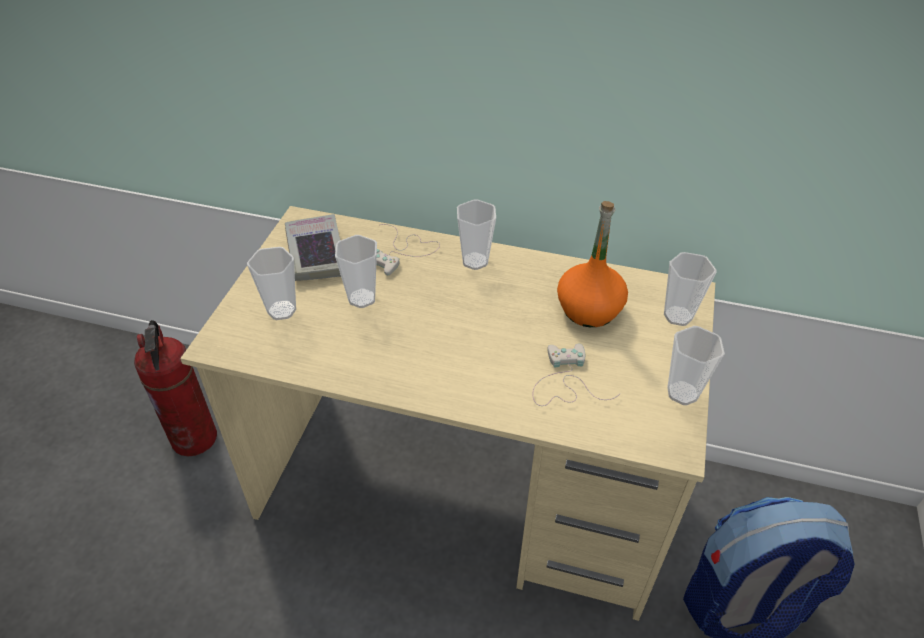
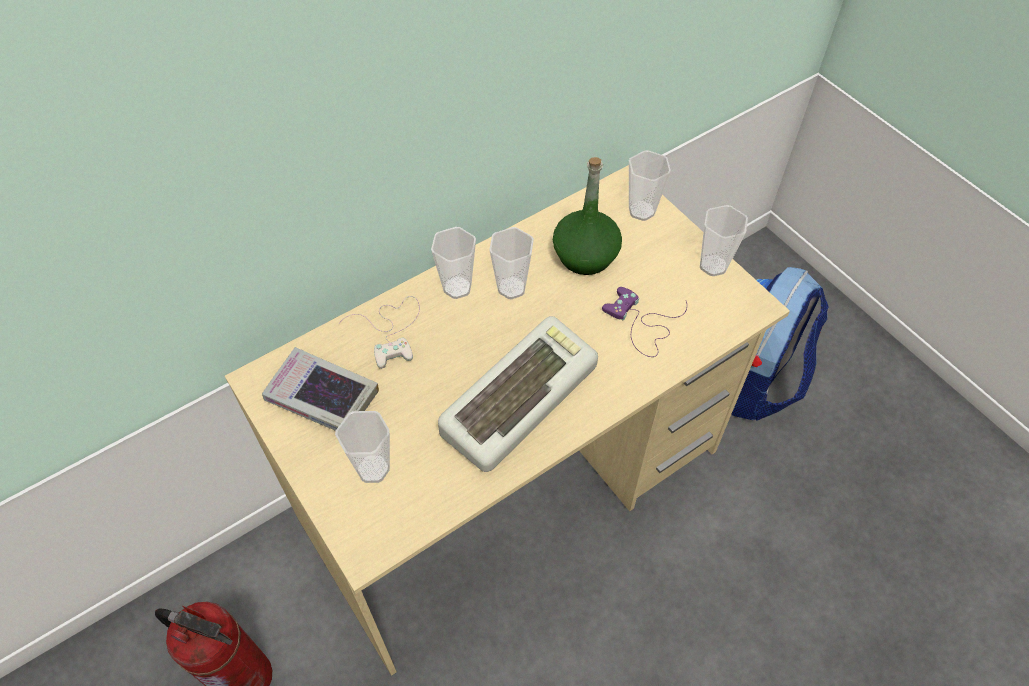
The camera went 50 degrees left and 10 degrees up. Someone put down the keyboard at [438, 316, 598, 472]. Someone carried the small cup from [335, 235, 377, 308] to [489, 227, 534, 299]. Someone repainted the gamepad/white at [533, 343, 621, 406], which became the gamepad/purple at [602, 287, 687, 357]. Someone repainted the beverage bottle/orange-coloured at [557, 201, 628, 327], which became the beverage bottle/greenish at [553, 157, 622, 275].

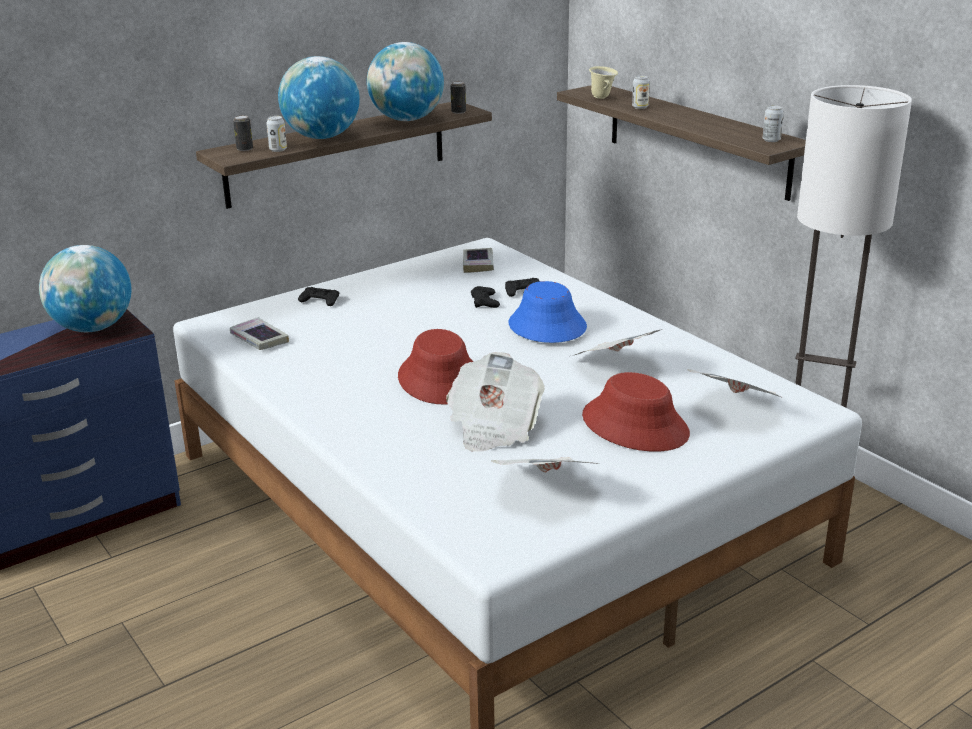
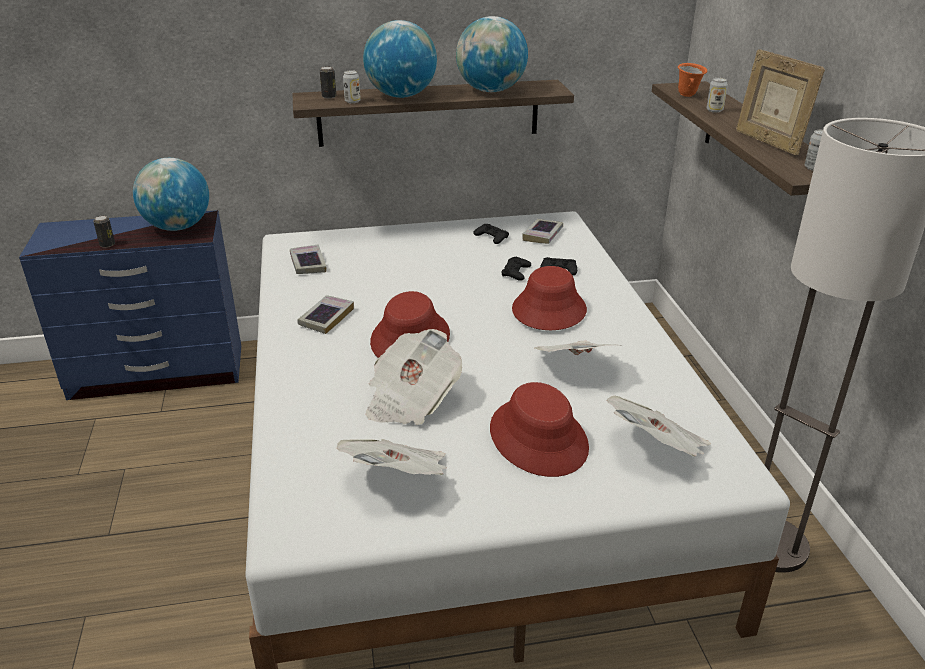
The camera went 25 degrees right and 5 degrees up. Someone put down the book at [297, 295, 354, 334]. Someone put down the picture frame at [736, 49, 825, 155]. Someone carried the gamepad/black-coloured from [298, 287, 339, 306] to [473, 224, 509, 244]. Someone carried the sealed can from [450, 81, 466, 114] to [93, 216, 115, 248]. Someone repainted the wearable hat/blue-coloured at [509, 281, 587, 343], which became the wearable hat/red-coloured at [512, 266, 587, 330]. Someone repainted the tea mug/beige at [589, 66, 618, 99], which became the tea mug/orange-coloured at [678, 63, 707, 97].

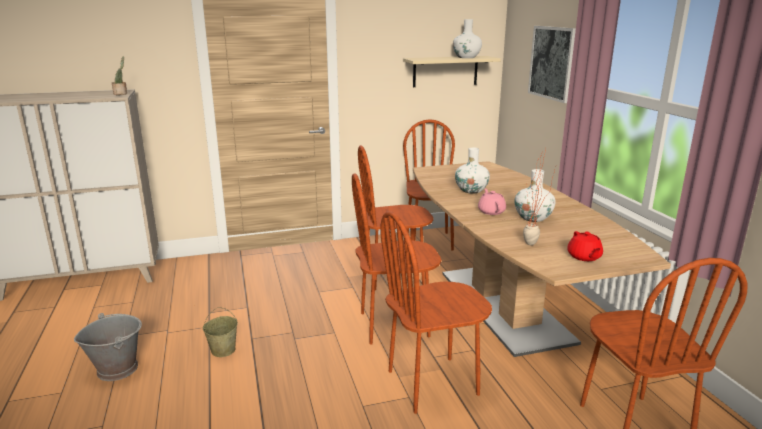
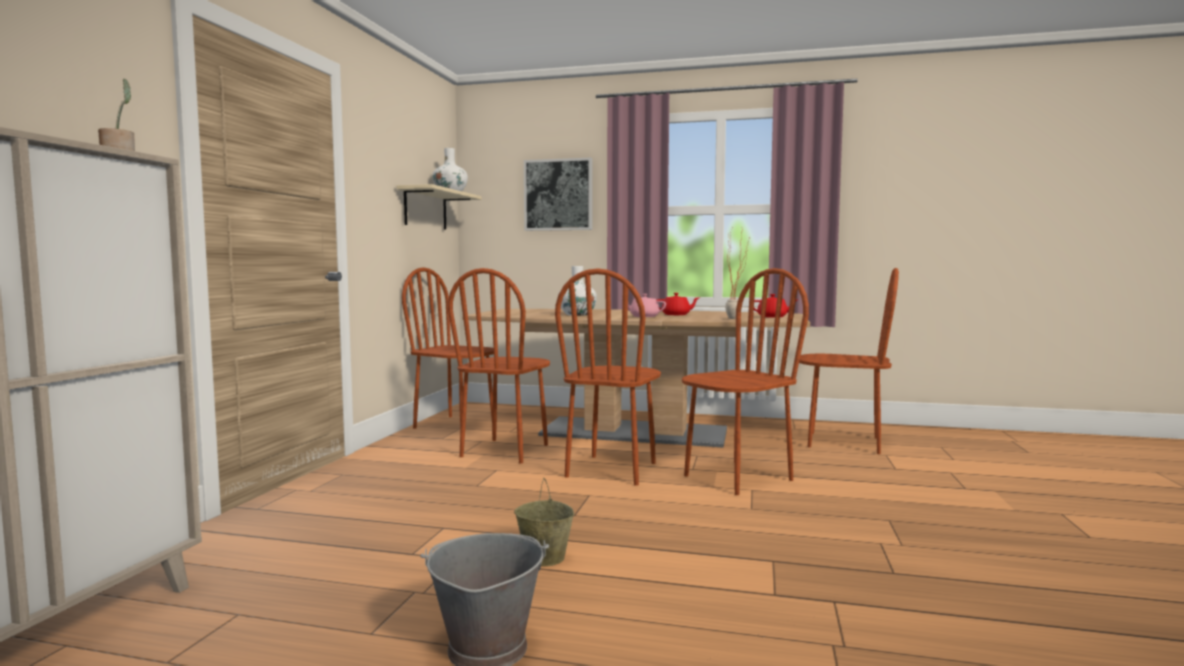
The camera went 60 degrees left and 15 degrees down. Someone swapped the decorative vase/white at [515, 169, 556, 222] for the tea pot/red-coloured at [657, 293, 700, 315]. Someone rotated the upright chair/brownish at [380, 211, 492, 414] by 135 degrees counterclockwise.

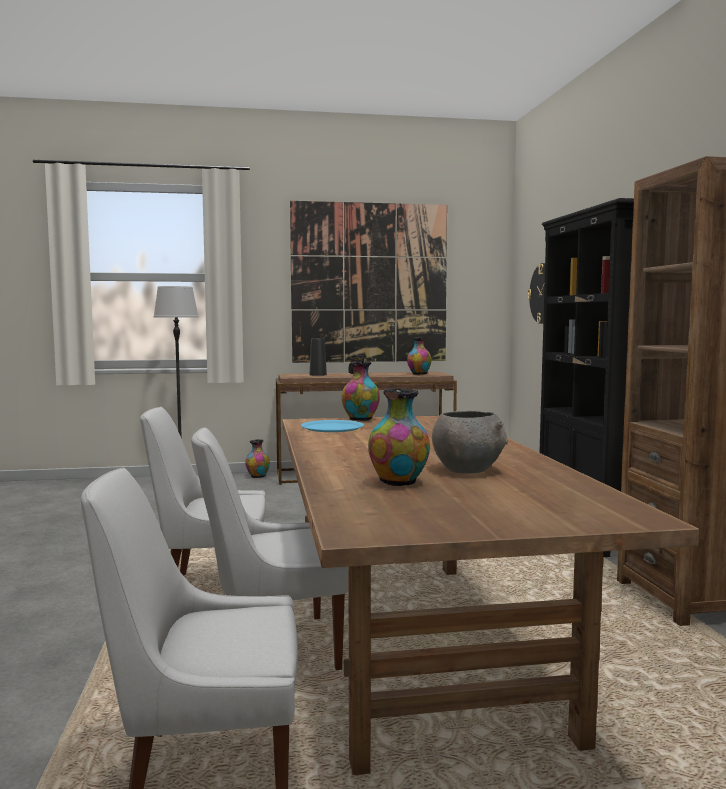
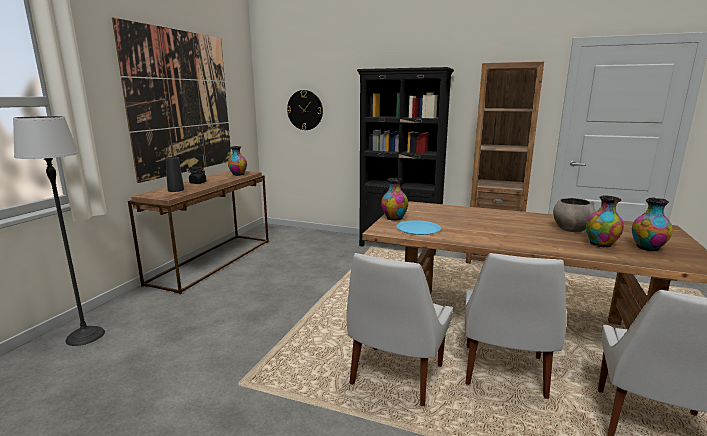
The camera went 60 degrees left and 10 degrees up. Someone carried the decorative vase from [245, 439, 270, 478] to [632, 198, 673, 251].

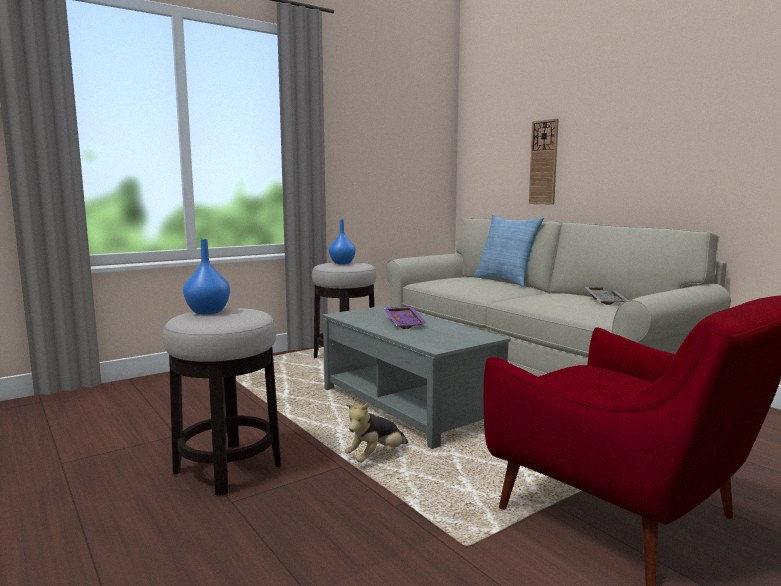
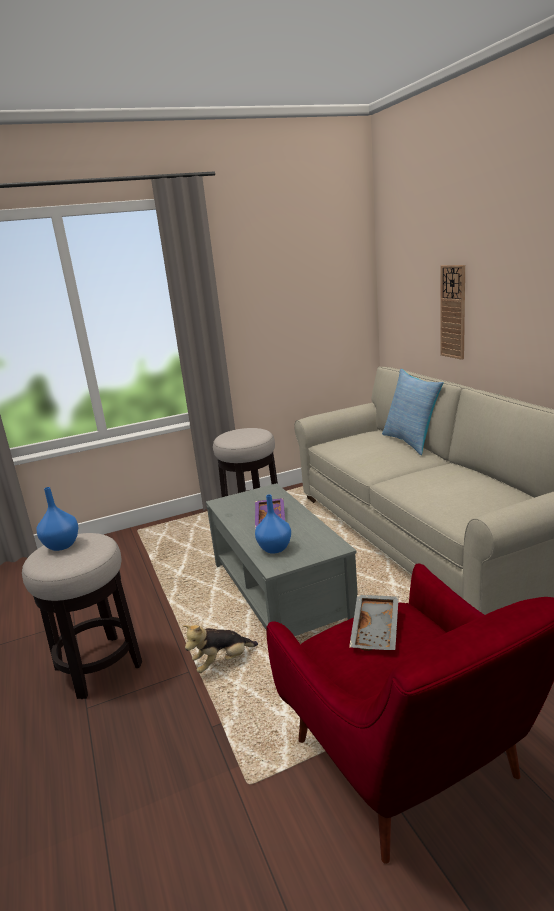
The camera went 15 degrees right and 10 degrees up. Someone carried the decorative vase/blue-coloured from [329, 220, 356, 264] to [255, 494, 291, 554]. Someone carried the tray/grey from [585, 286, 628, 305] to [349, 595, 399, 651].

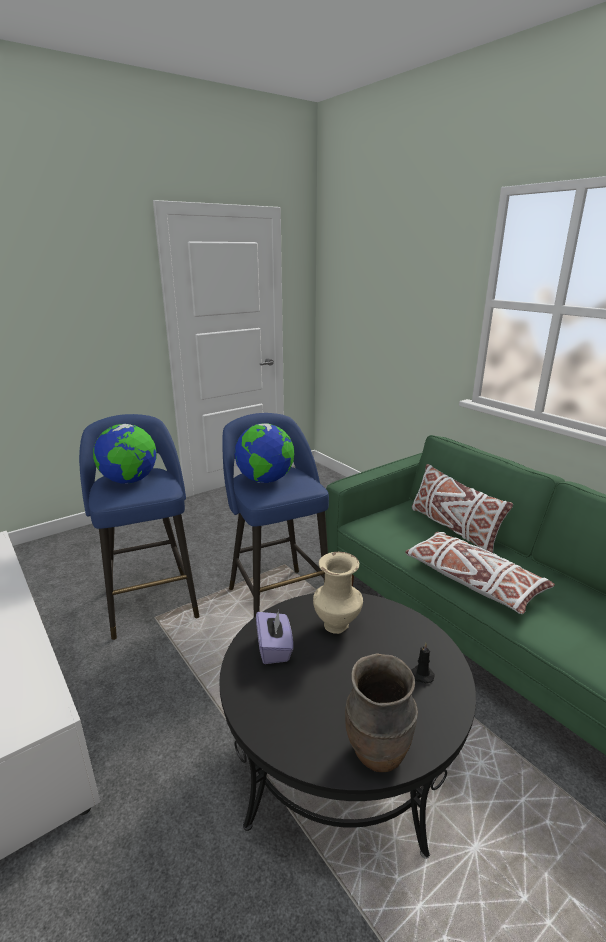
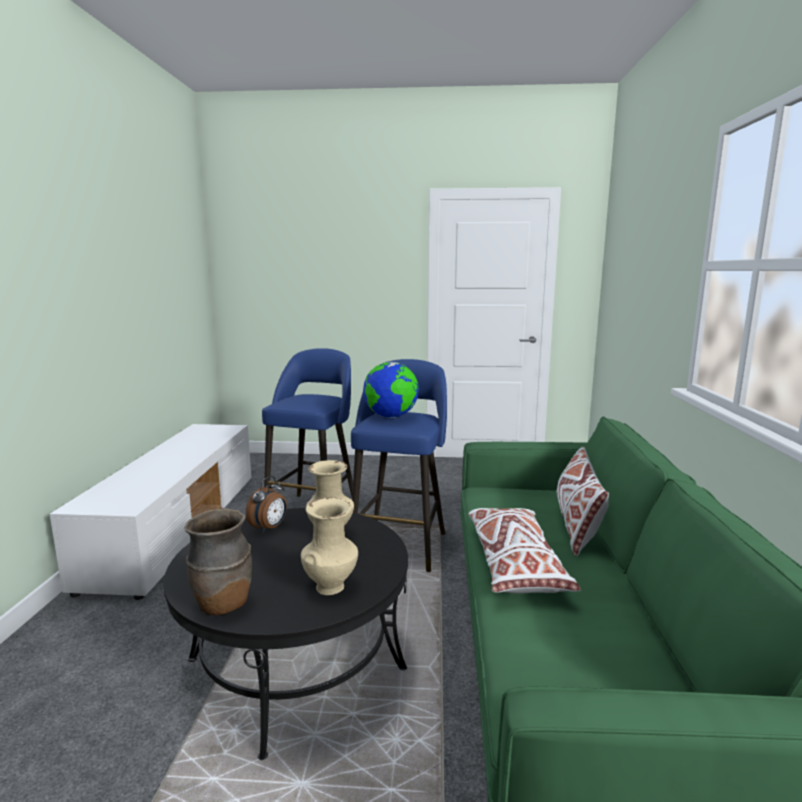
The camera went 40 degrees right and 10 degrees down. Someone took away the globe at [93, 424, 157, 484]. Someone swapped the box of tissues/purple at [256, 610, 293, 664] for the alarm clock at [246, 476, 287, 533]. Someone swapped the wax light/black-coloured at [411, 643, 435, 684] for the decorative vase/beige at [301, 497, 358, 595].

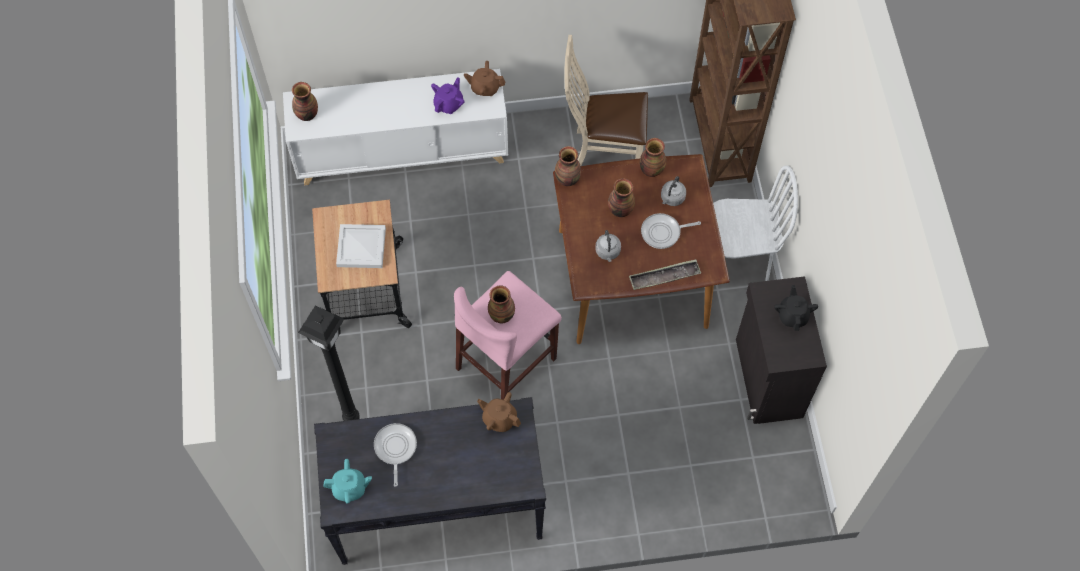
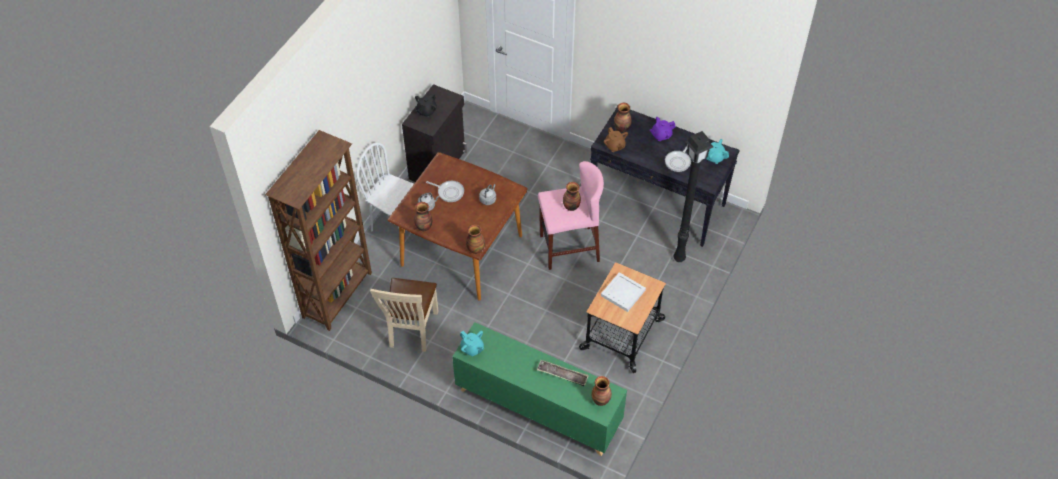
The camera went 145 degrees left and 10 degrees down. Someone carried the tea pot/purple from [431, 77, 464, 114] to [650, 117, 676, 141]. Someone carried the decorative vase from [608, 178, 635, 217] to [614, 103, 632, 132]. Someone carried the tray from [629, 260, 701, 290] to [537, 360, 589, 386]. Someone repainted the cabinet/white at [283, 69, 508, 185], which became the cabinet/greenish at [452, 322, 627, 456]. Someone repainted the tea pot/brownish at [464, 61, 505, 96], which became the tea pot/turquoise at [460, 331, 485, 356]. Someone rotated the upright chair/beige at [564, 35, 648, 166] by 60 degrees clockwise.

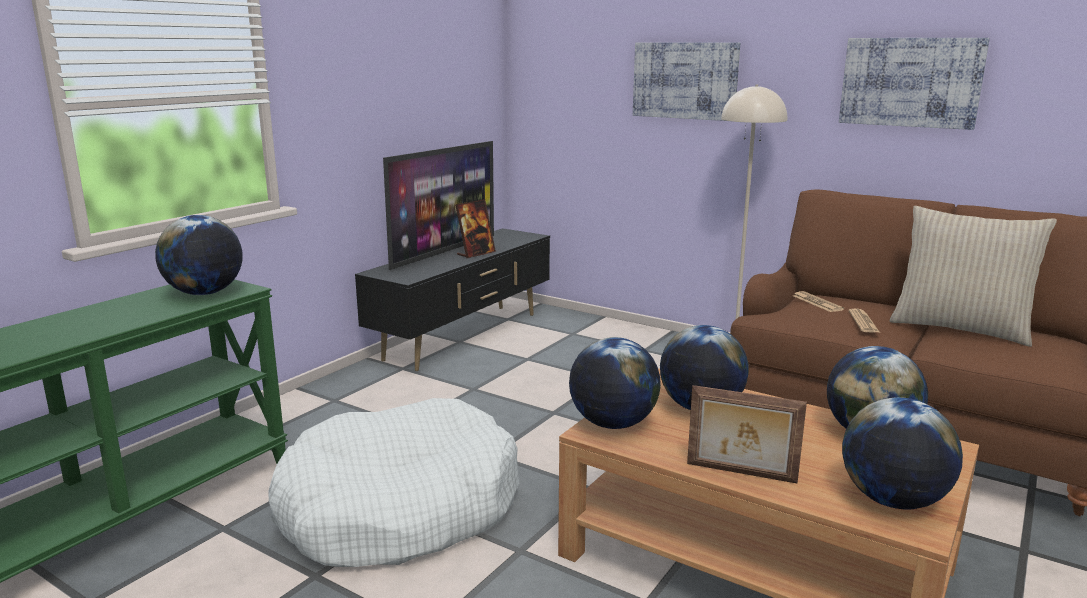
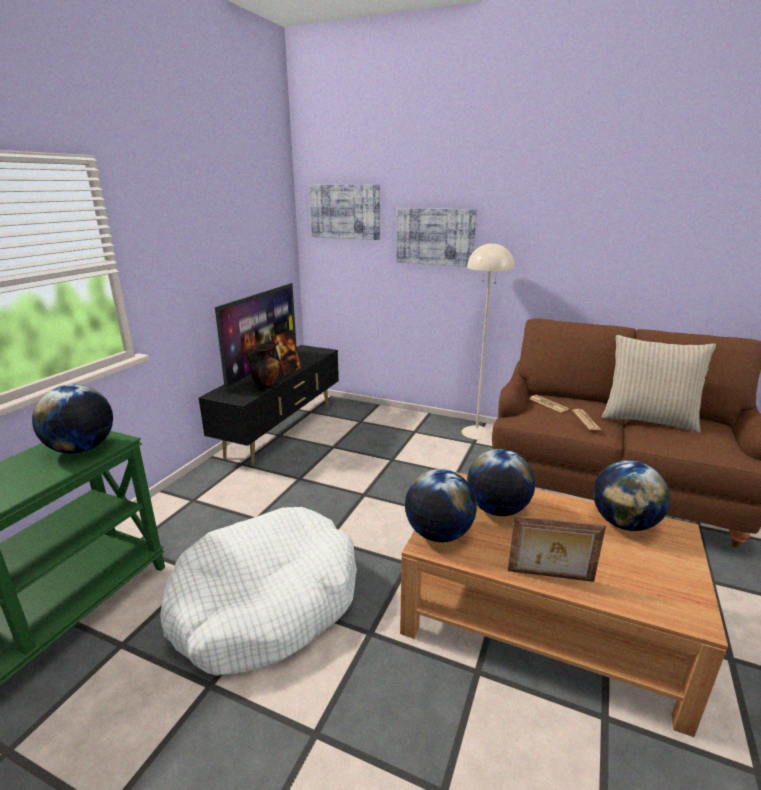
The camera went 10 degrees left and 5 degrees up. Someone took away the globe at [842, 397, 963, 510]. Someone put down the decorative vase at [247, 344, 280, 391]. Someone carried the wall picture from [839, 38, 990, 130] to [309, 185, 380, 240].

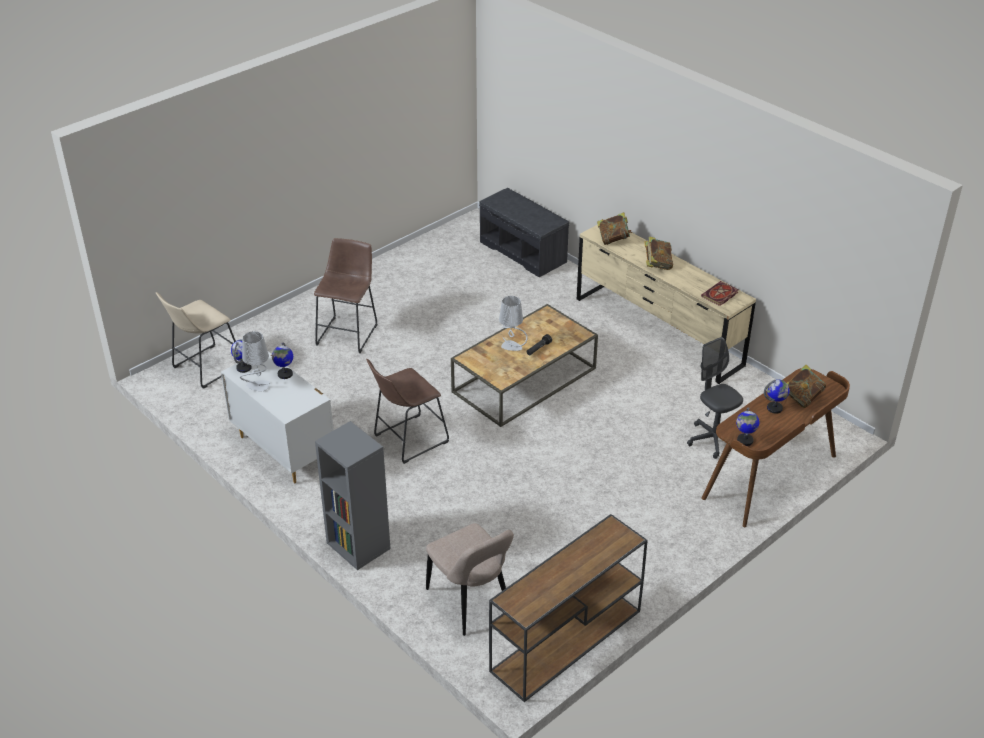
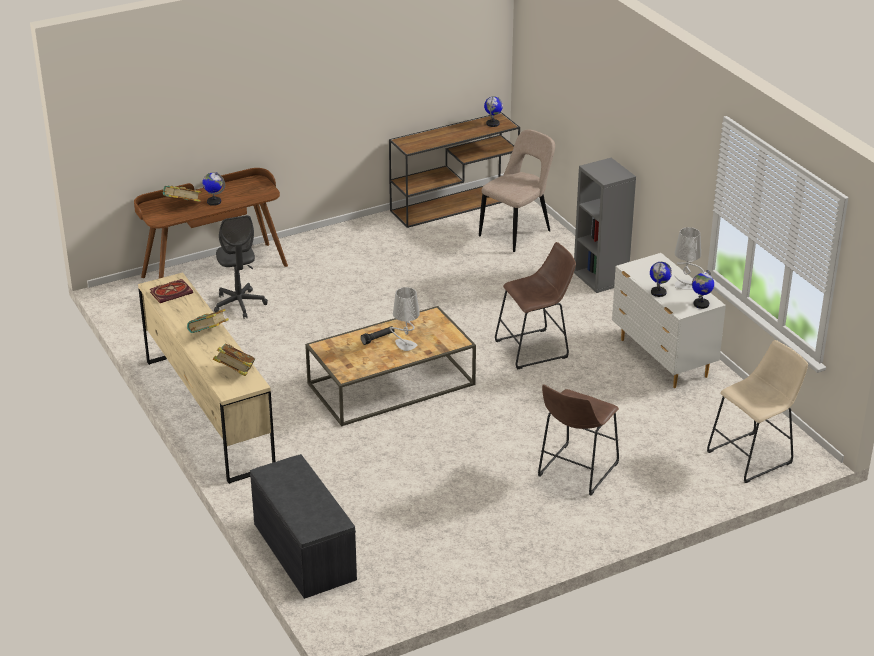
The camera went 165 degrees left and 5 degrees down. Someone carried the globe from [736, 407, 759, 446] to [484, 96, 503, 127]. Someone rotated the upright chair/beige at [426, 523, 514, 636] by 60 degrees clockwise.

